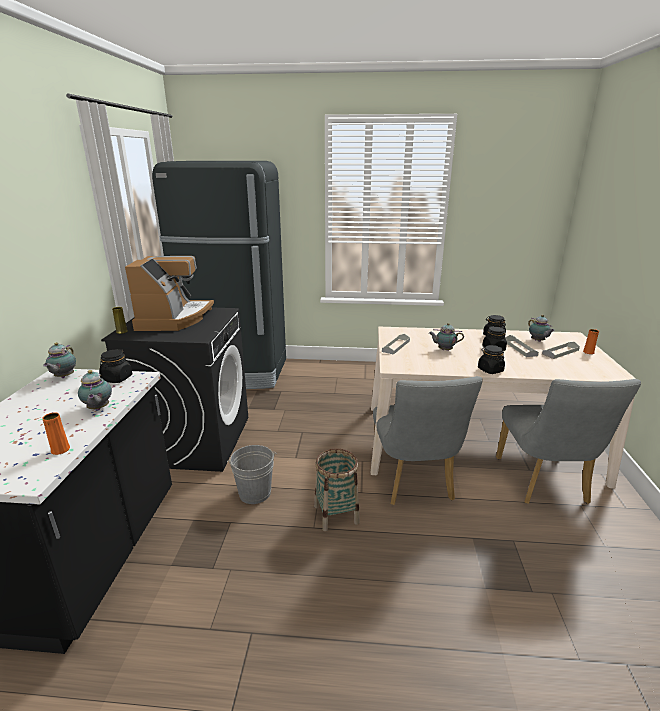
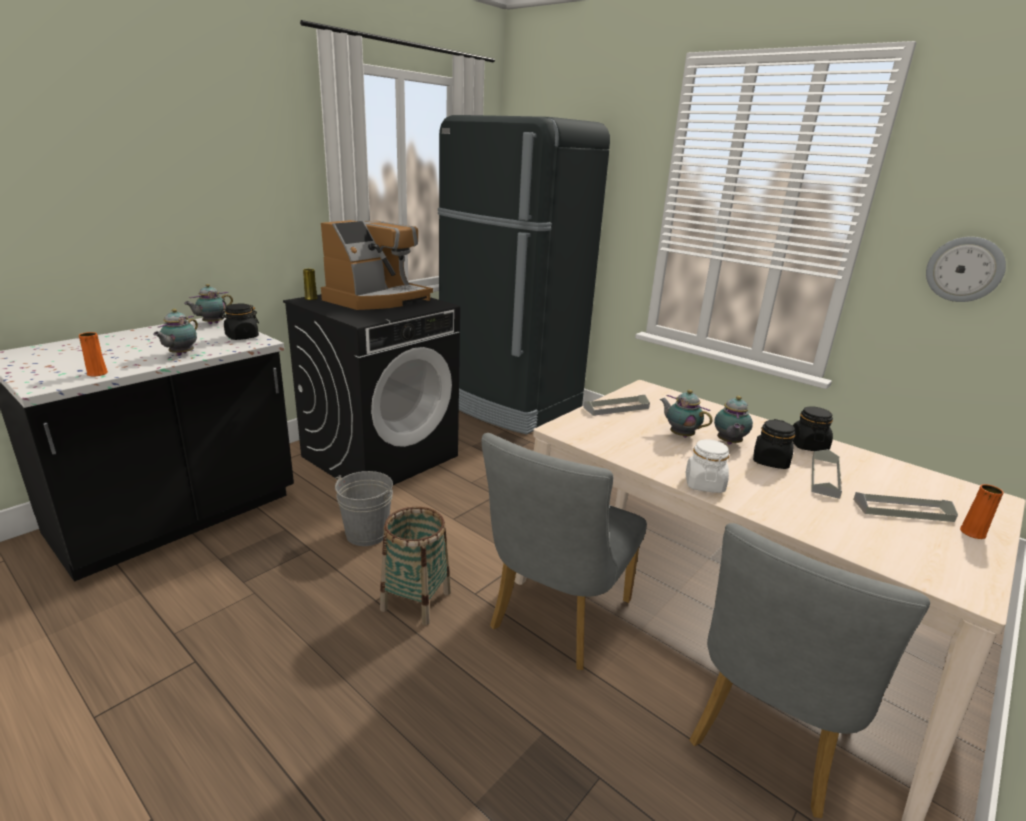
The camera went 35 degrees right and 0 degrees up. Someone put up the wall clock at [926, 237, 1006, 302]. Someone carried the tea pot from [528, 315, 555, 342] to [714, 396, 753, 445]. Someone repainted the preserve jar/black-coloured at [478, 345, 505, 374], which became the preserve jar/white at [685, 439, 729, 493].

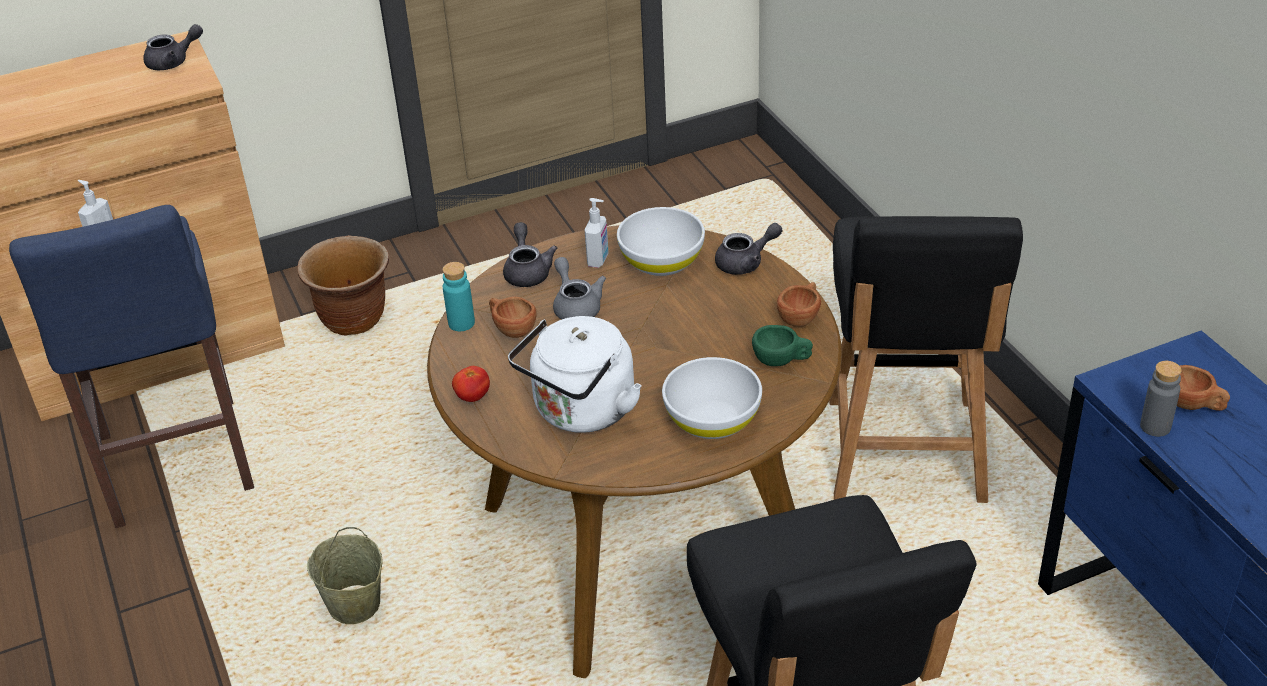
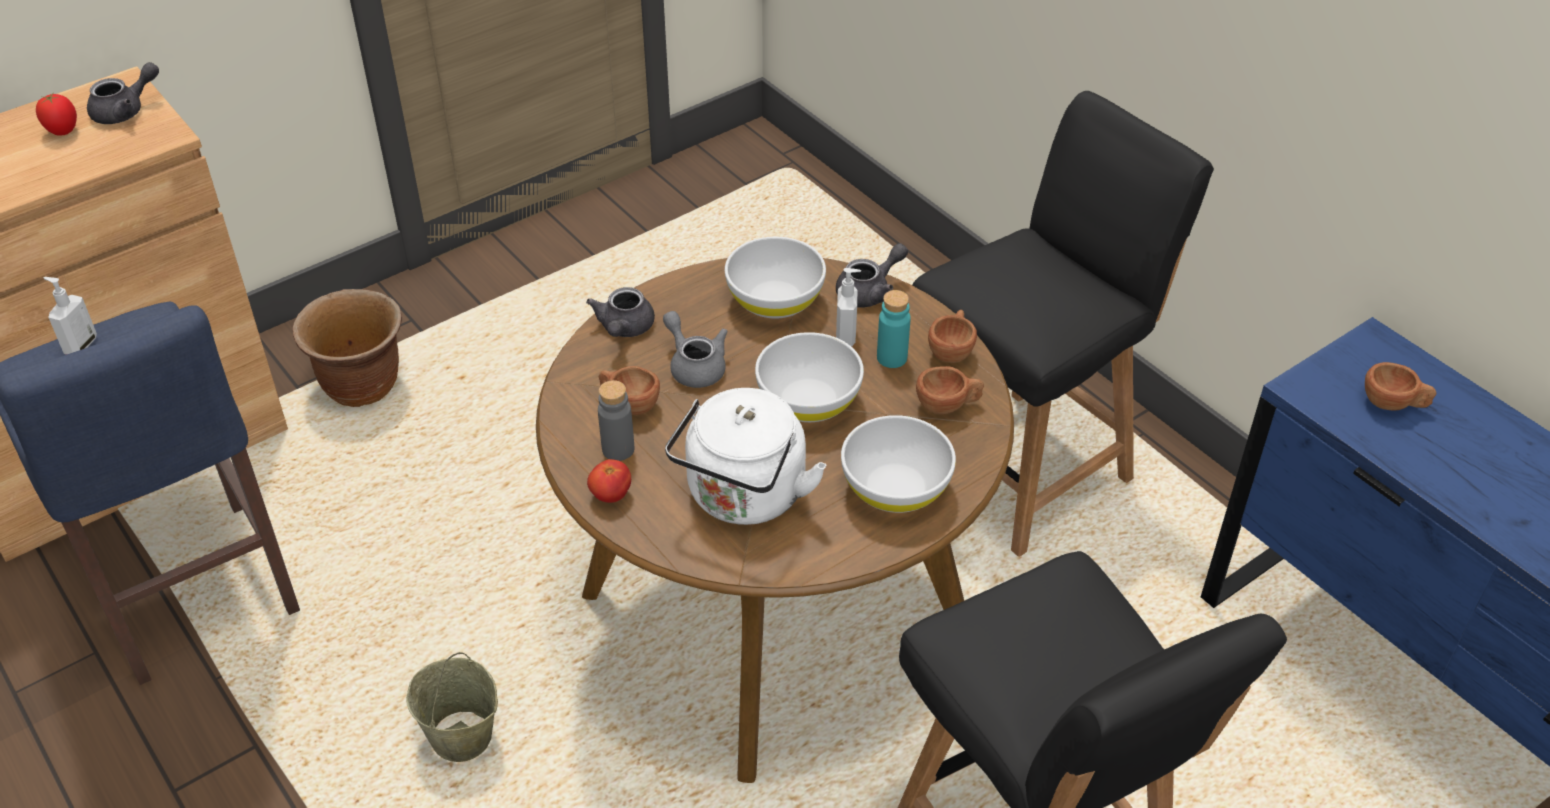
The camera went 15 degrees left and 5 degrees up. Someone put down the fresh tomato at [36, 94, 77, 136]. Someone put down the serving bowl/white at [755, 332, 864, 422]. Someone carried the beverage bottle/turquoise from [442, 262, 475, 331] to [877, 290, 911, 368]. Someone carried the soap bottle from [585, 198, 609, 268] to [836, 268, 861, 347]. Someone carried the beverage bottle/grey from [1140, 361, 1182, 437] to [598, 380, 634, 461]. Someone repainted the small cup/greenish at [752, 325, 813, 366], which became the small cup/brownish at [916, 366, 984, 414]. Someone rotated the tea pot/grey at [503, 222, 557, 287] by 150 degrees counterclockwise. Someone rotated the upright chair/black-coloured at [829, 216, 1023, 503] by 120 degrees counterclockwise.

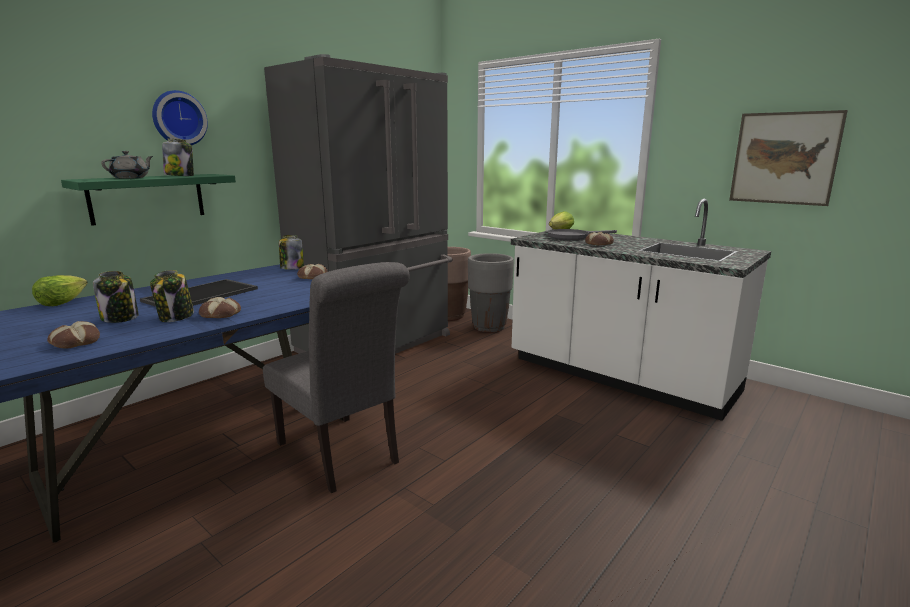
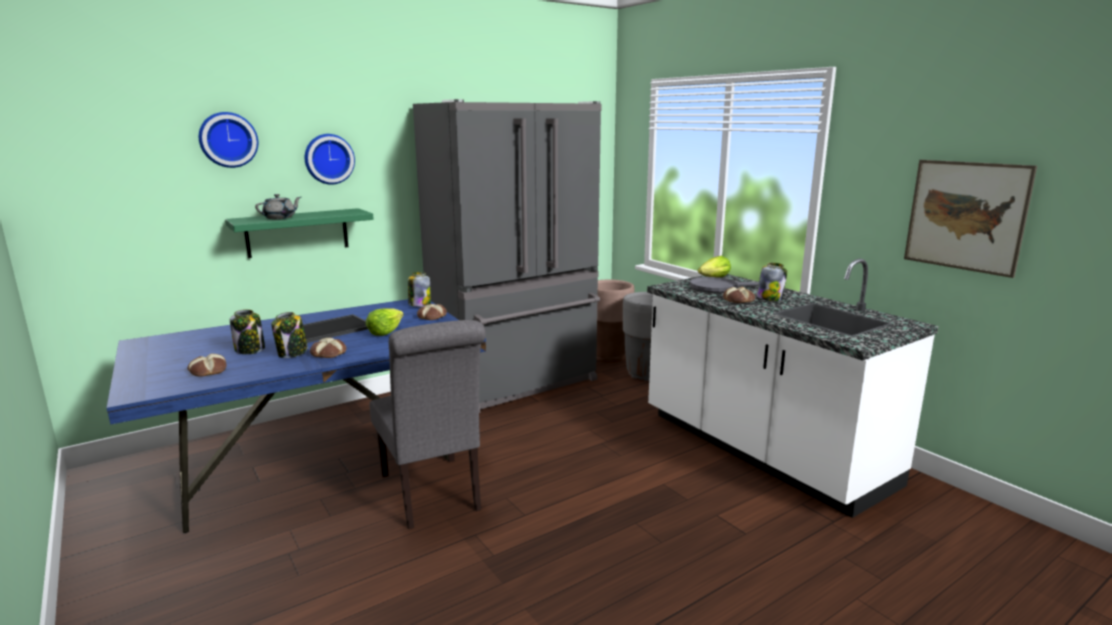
The camera went 15 degrees right and 0 degrees up. Someone put up the wall clock at [199, 112, 258, 168]. Someone carried the head of lettuce from [32, 275, 87, 306] to [366, 308, 404, 336]. Someone carried the preserve jar from [162, 138, 194, 176] to [757, 263, 787, 301].

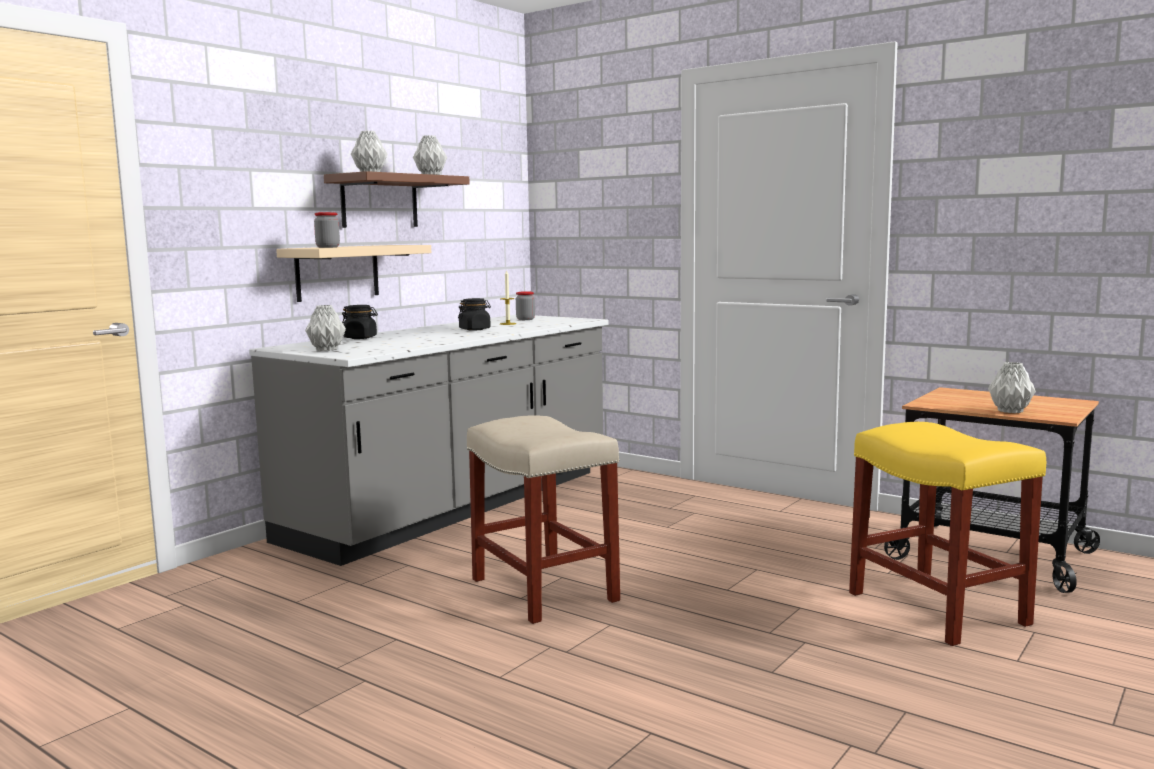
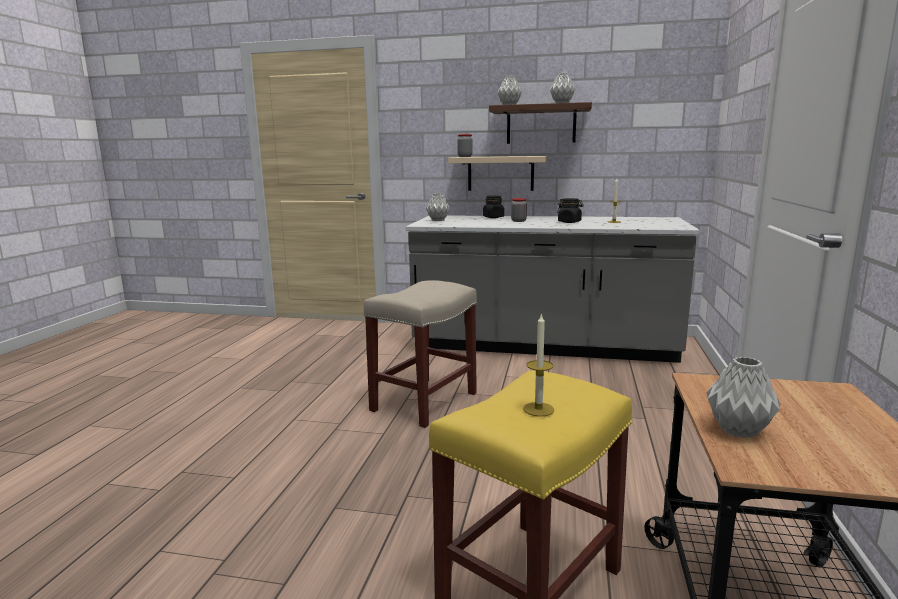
The camera went 65 degrees right and 5 degrees up. Someone put down the wax light at [523, 313, 554, 417]. Someone carried the preserve jar from [516, 291, 535, 320] to [511, 198, 527, 222].

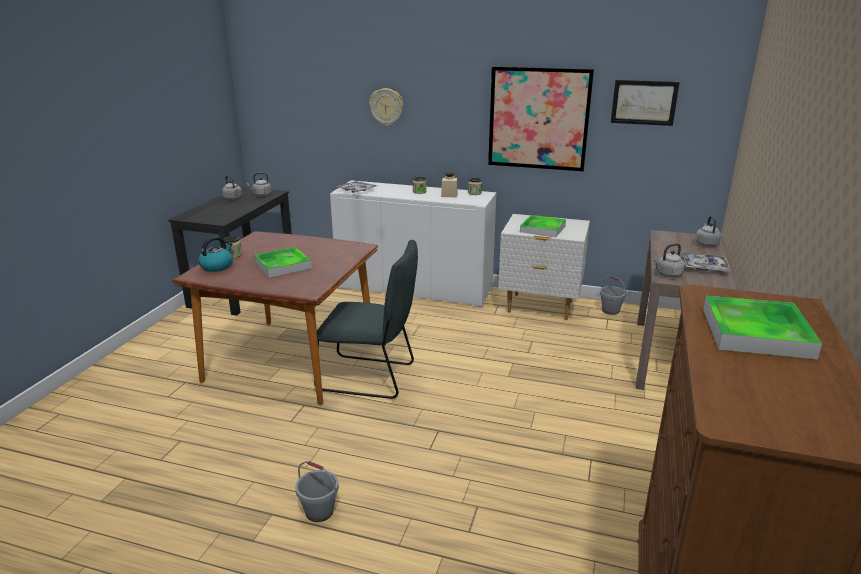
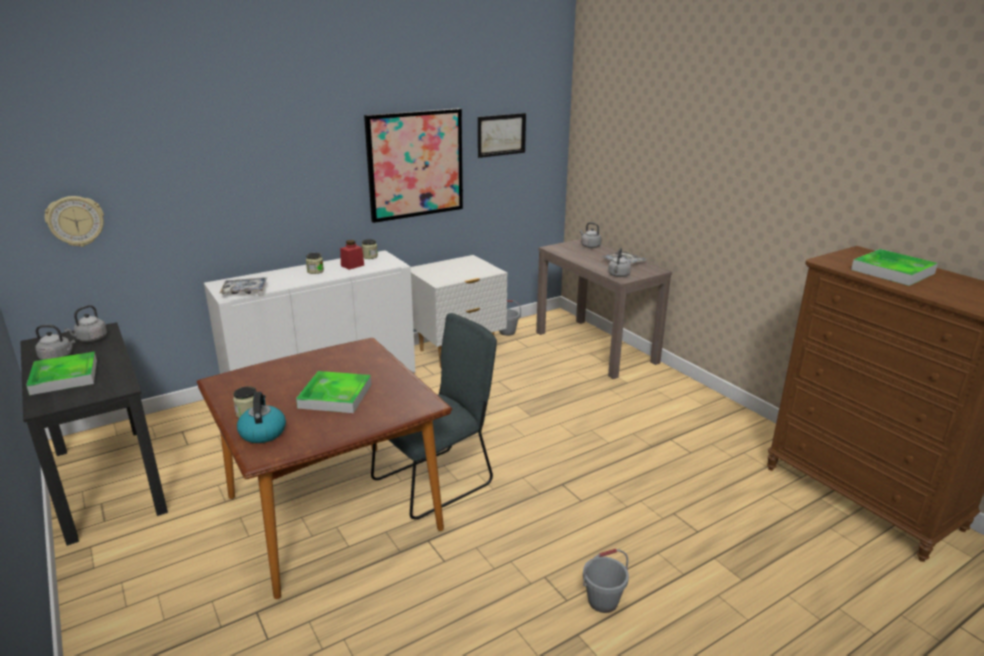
The camera went 50 degrees left and 0 degrees up. Someone carried the wall clock from [369, 88, 403, 126] to [45, 196, 104, 247]. Someone carried the tray from [520, 215, 566, 238] to [26, 352, 97, 395]. Someone repainted the preserve jar/beige at [441, 173, 458, 197], which became the preserve jar/red-coloured at [340, 240, 364, 270].

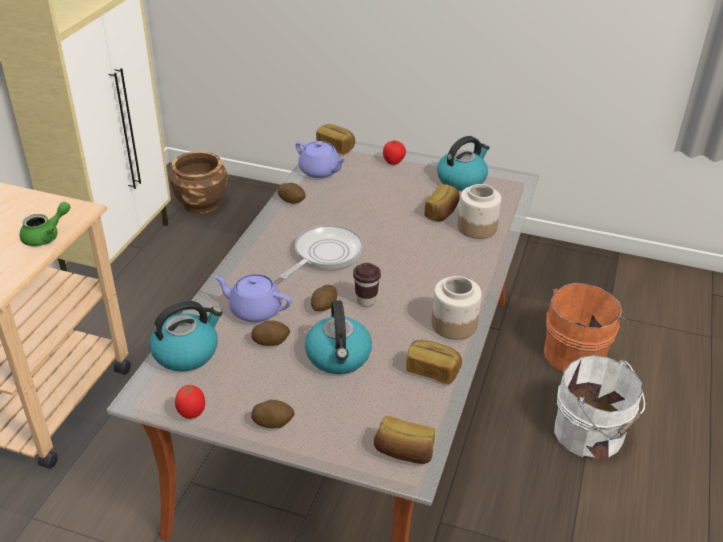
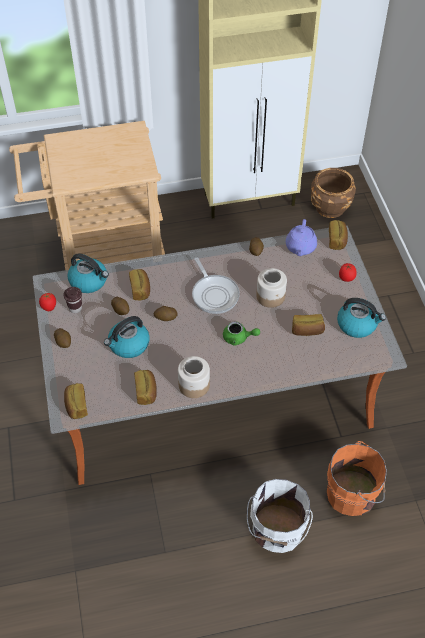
The camera went 60 degrees right and 15 degrees up. Someone carried the tea pot/greenish from [20, 202, 70, 246] to [223, 321, 260, 346]. Someone carried the small cup/brownish from [353, 263, 381, 306] to [63, 287, 82, 313]. Someone carried the preserve jar from [457, 184, 501, 239] to [256, 268, 287, 308]. Someone swapped the tea pot/purple at [213, 274, 292, 322] for the bakery bread at [129, 269, 150, 301]. Someone rotated the pan at [280, 224, 363, 279] by 60 degrees clockwise.

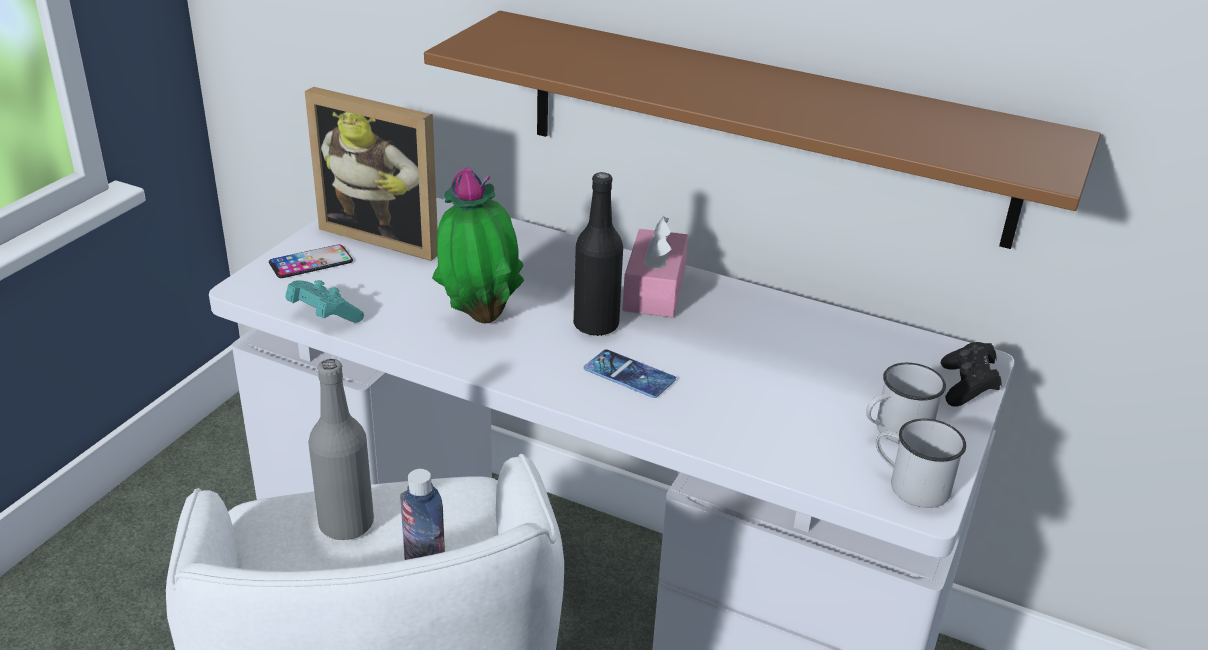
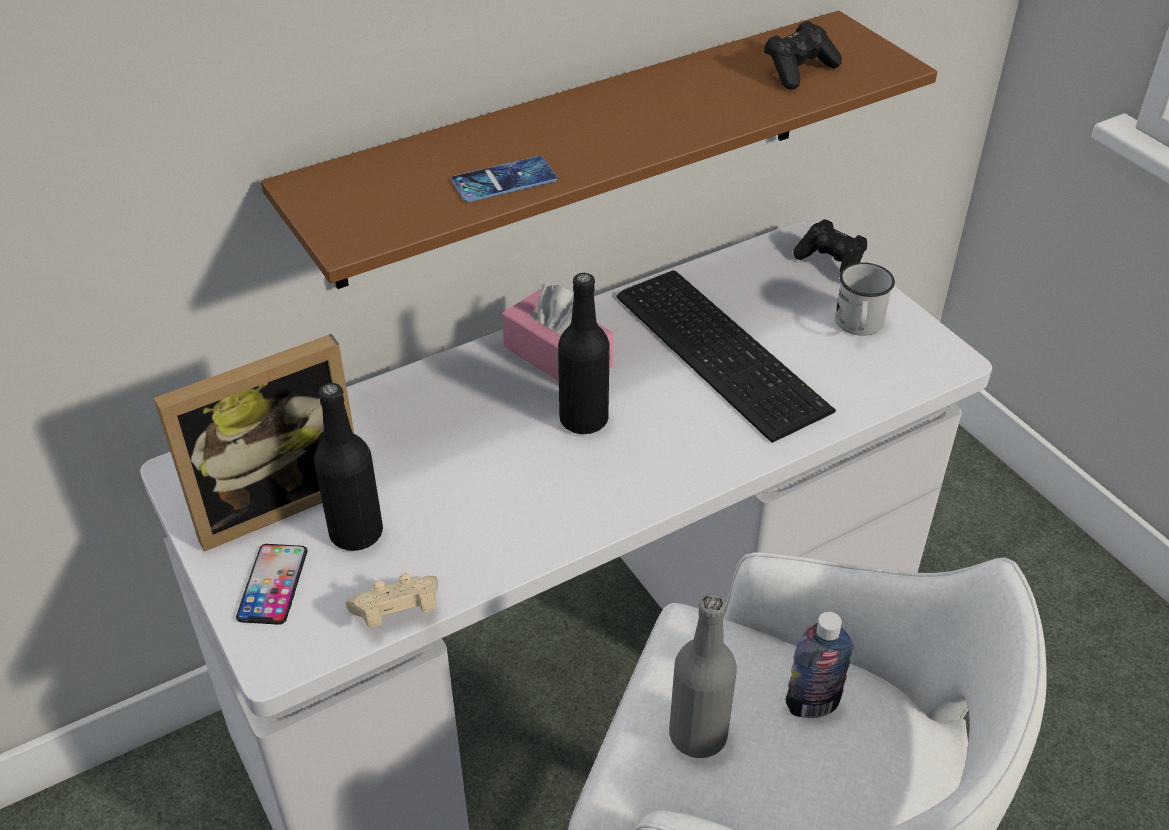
The camera went 55 degrees left and 10 degrees up. Someone took away the potted plant at [432, 168, 524, 323]. Someone took away the tea mug/white at [876, 419, 966, 508]. Someone put down the beverage bottle/black-coloured at [314, 383, 383, 551]. Someone put down the keyboard at [617, 270, 836, 443]. Someone put down the gamepad/black-coloured at [764, 21, 842, 90]. Someone carried the telephone from [584, 349, 676, 398] to [451, 156, 557, 203]. Someone repainted the gamepad/turquoise at [286, 280, 364, 322], which became the gamepad/beige at [345, 573, 438, 628].

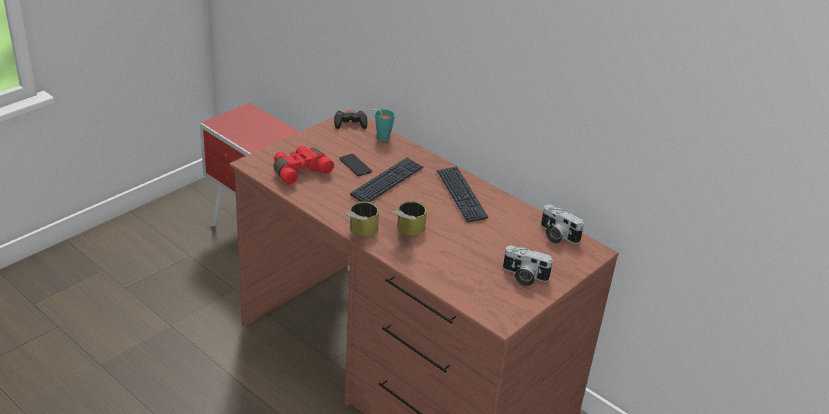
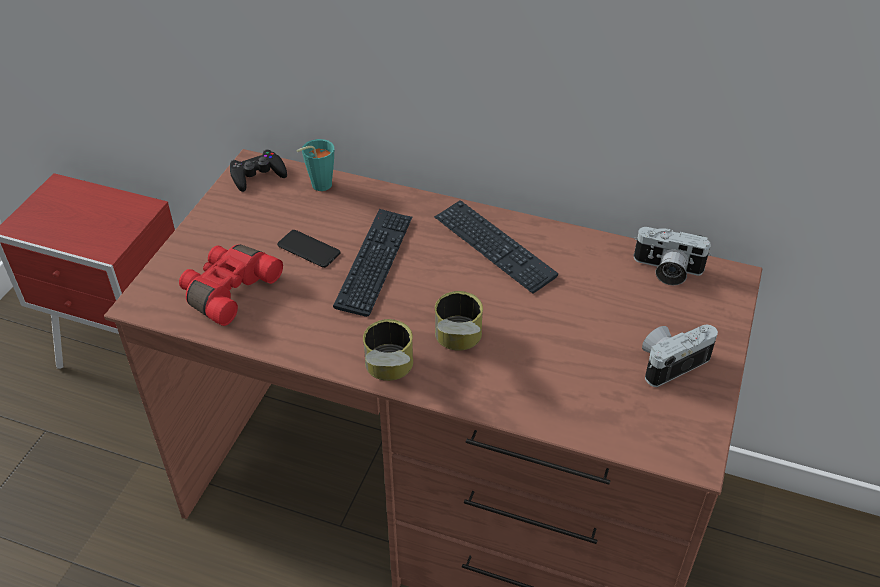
The camera went 20 degrees left and 10 degrees up. Someone rotated the still camera at [503, 246, 553, 286] by 150 degrees clockwise.

